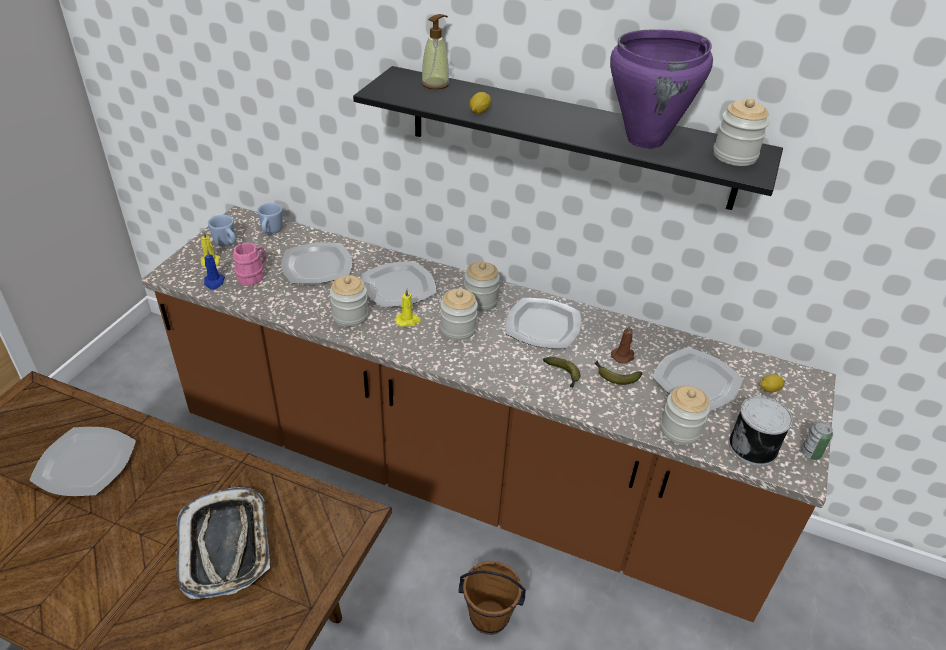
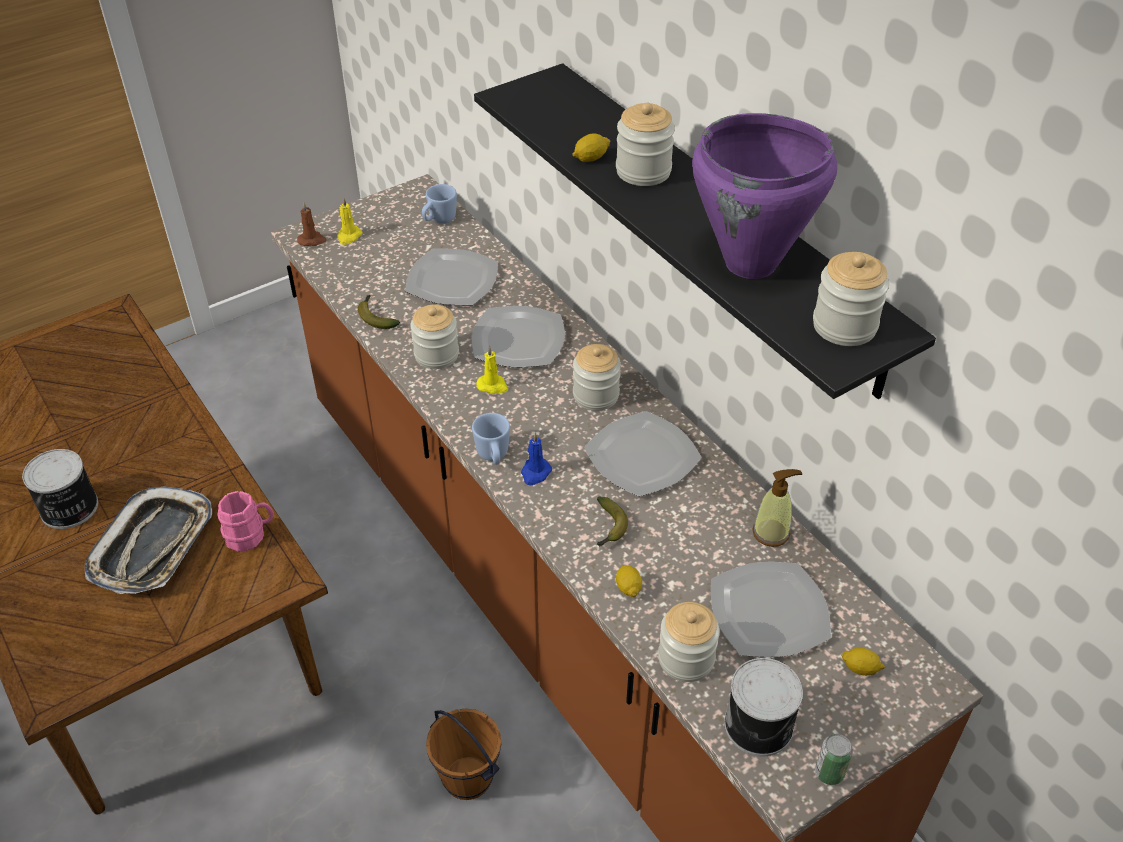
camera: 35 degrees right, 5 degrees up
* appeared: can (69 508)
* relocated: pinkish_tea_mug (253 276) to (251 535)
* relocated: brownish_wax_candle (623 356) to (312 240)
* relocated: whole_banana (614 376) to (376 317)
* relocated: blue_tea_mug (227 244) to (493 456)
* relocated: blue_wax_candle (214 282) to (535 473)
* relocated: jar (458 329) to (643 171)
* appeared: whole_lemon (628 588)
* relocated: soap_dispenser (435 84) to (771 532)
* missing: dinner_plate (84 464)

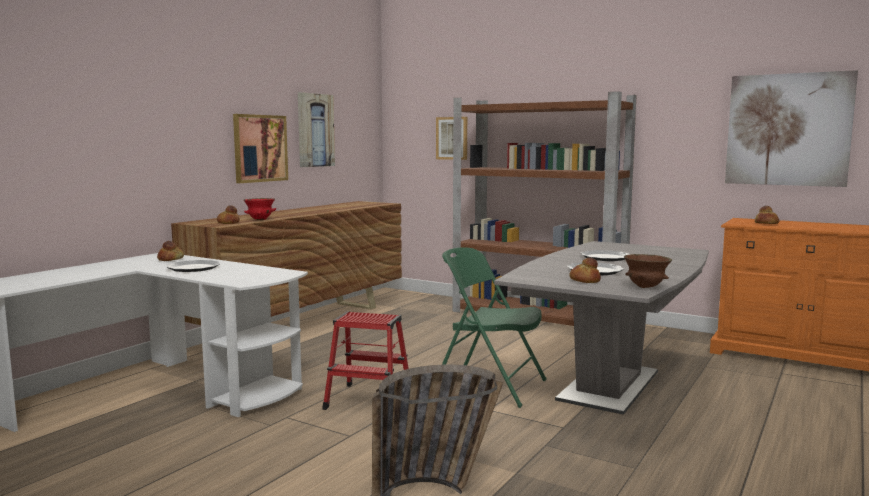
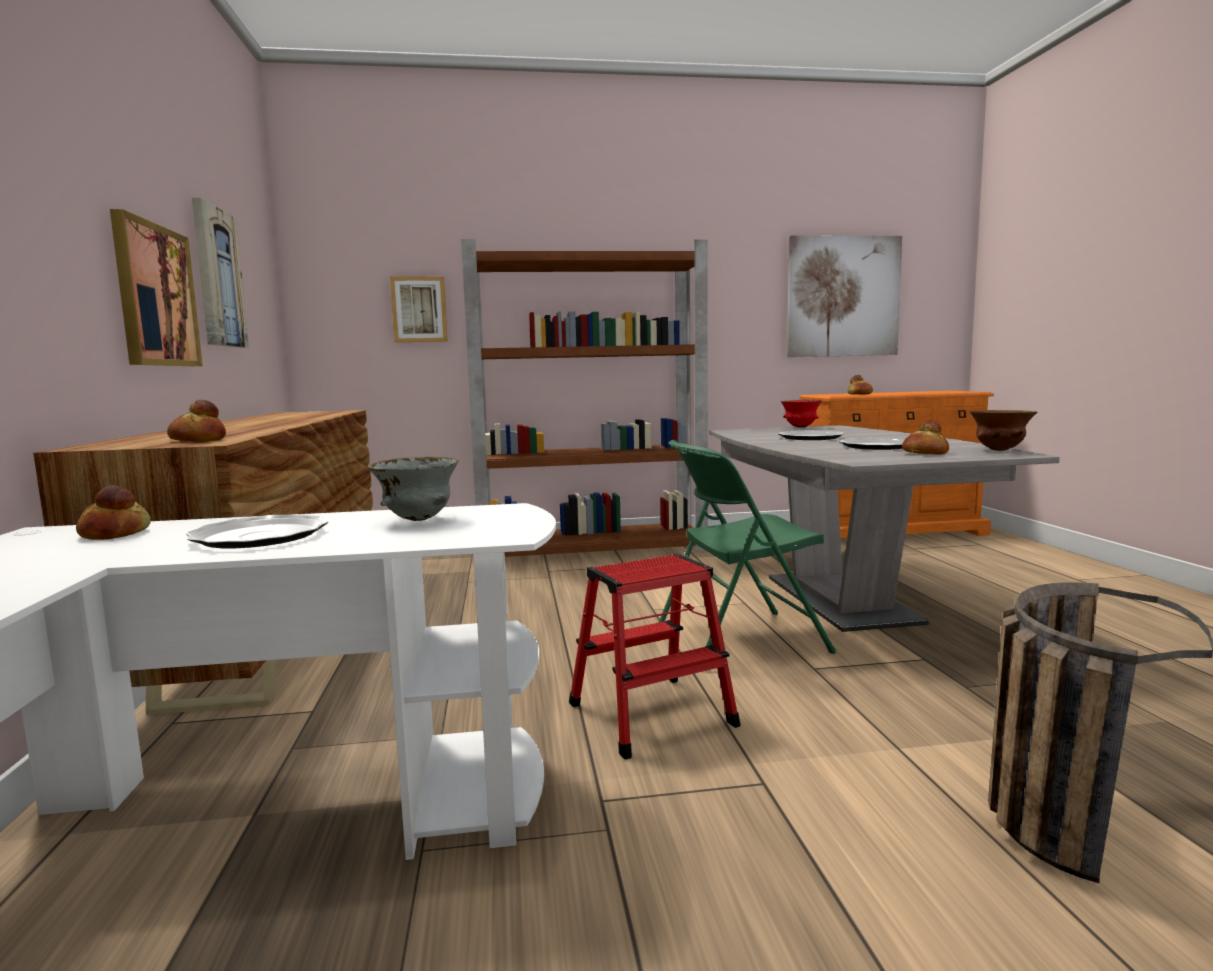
camera: 40 degrees left, 0 degrees up
* appeared: grey_serving_bowl (417 520)
* relocated: reddish_serving_bowl (260 220) to (800 427)

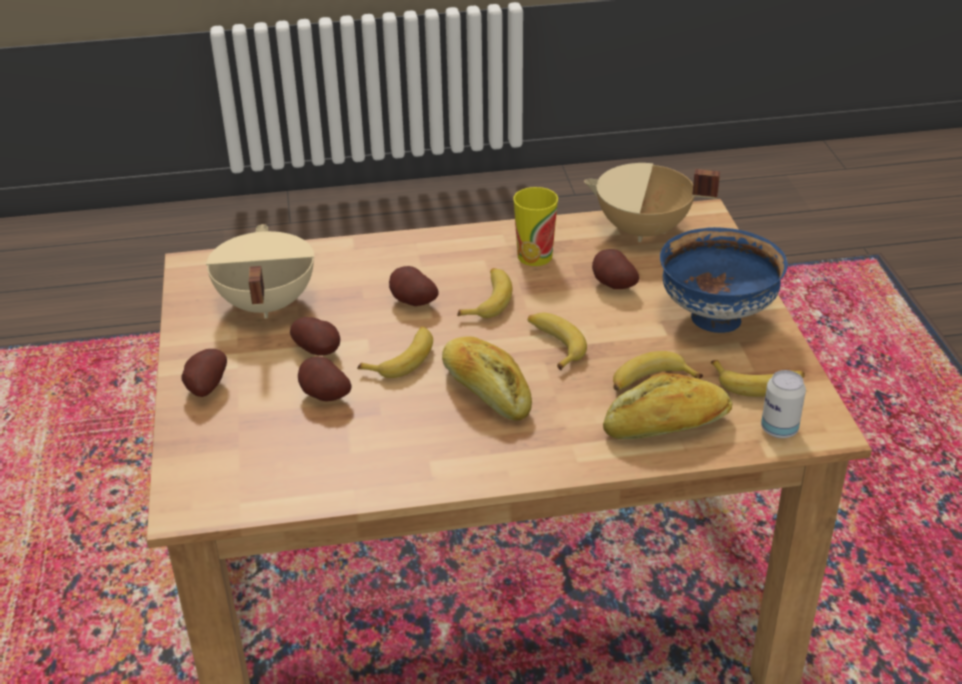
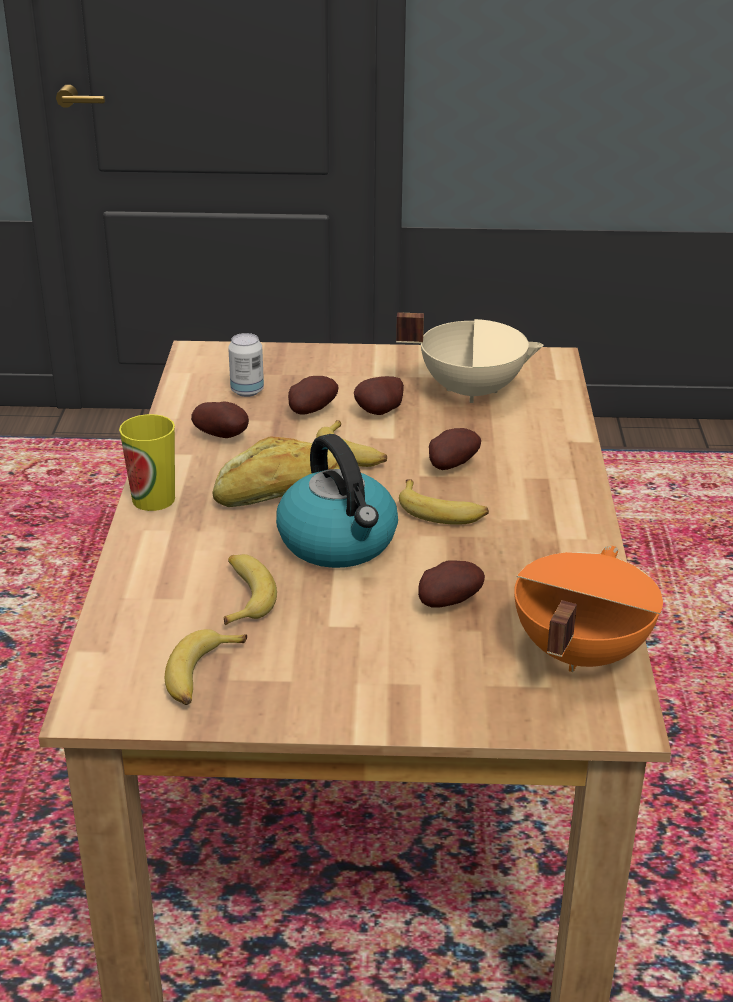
camera: 100 degrees right, 5 degrees down
* relocated: cup (535 256) to (153 499)
* relocated: potato (205 388) to (223 436)
* relocated: can (779 429) to (247 391)
* exchanged: whole_banana (554 345) to water_kettle (339 542)
* colour: beige-coloured_saucepot (643 231) to orangey_saucepot (577 652)
* missing: baked_bread (667 426)
* missing: blue_serving_bowl (715 318)

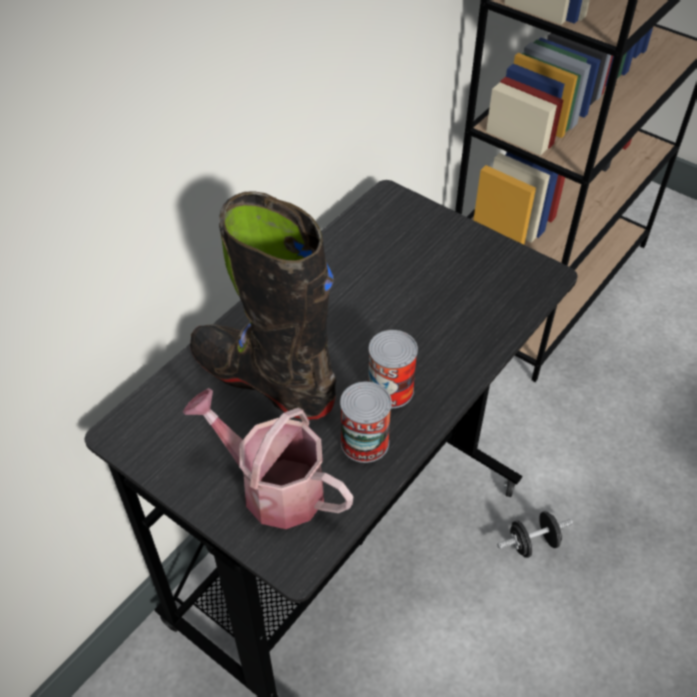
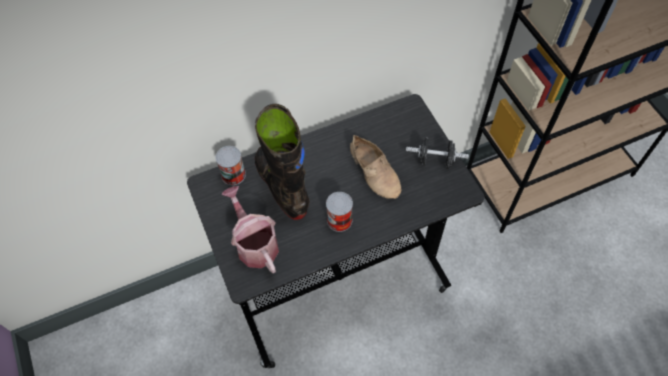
camera: 30 degrees right, 10 degrees up
* relocated: can (364 442) to (233 174)
* appeared: beige-coloured_item_of_footwear (375 171)
* relocated: blackish_dumbbell (532 543) to (435 160)

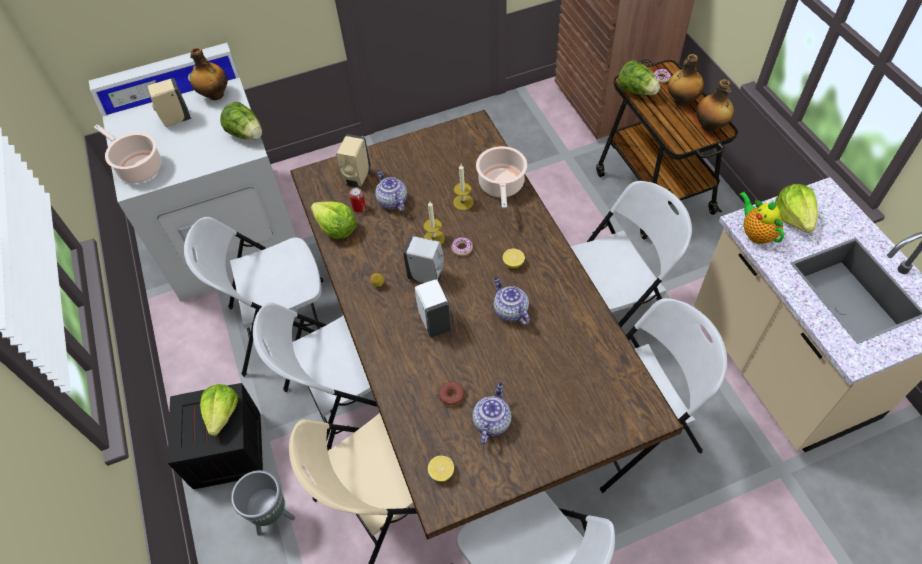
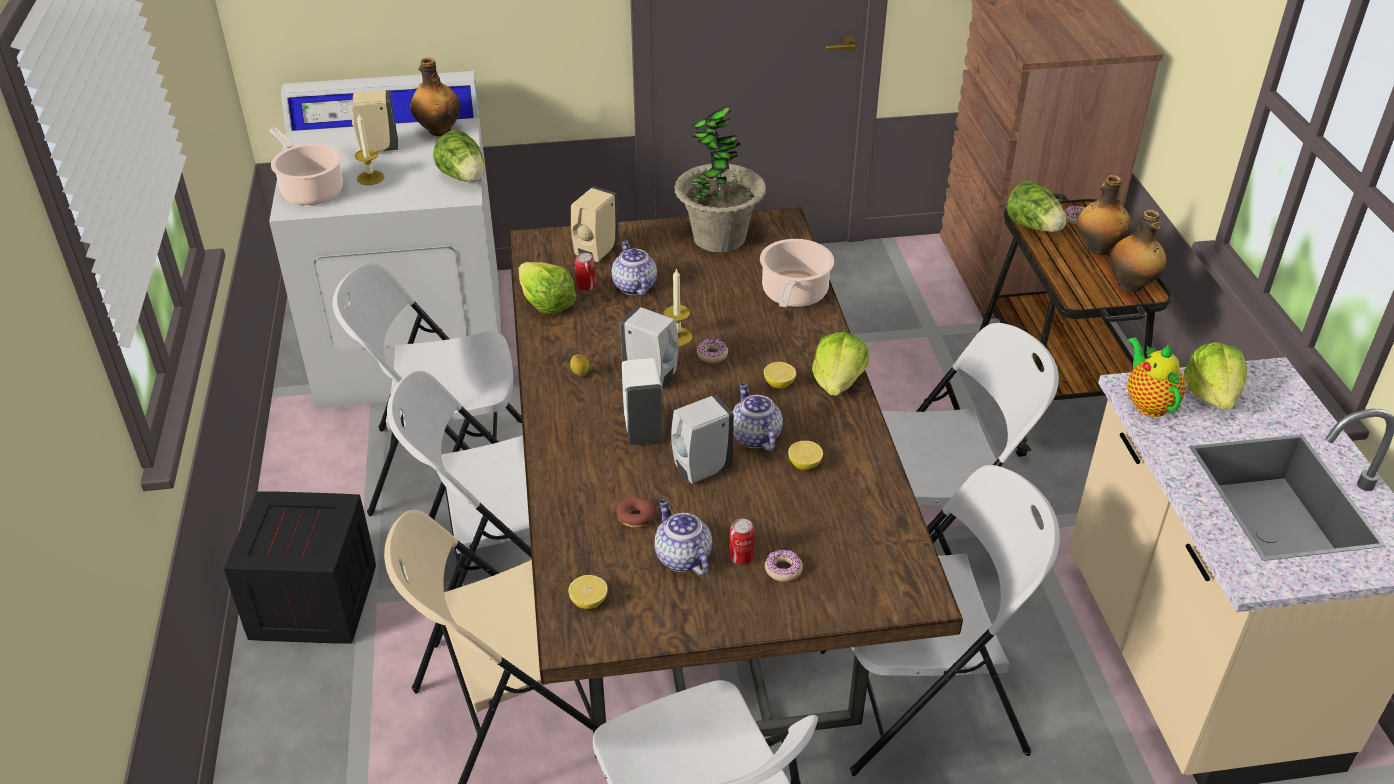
camera: 10 degrees right, 15 degrees down
* relocated: wax_candle (463 202) to (370 178)
* spun: tea_pot (491 421) = (682 557) 60 degrees counterclockwise
* appeared: white_soap_dispenser (700 470)
* appeared: houseplant (719 238)
* appeared: can (741 557)
* appeared: doughnut (783 569)
* appeared: whole_lemon (804 464)
* relocated: lettuce_head (223 413) to (838 381)
* missing: grey_planter (273 516)

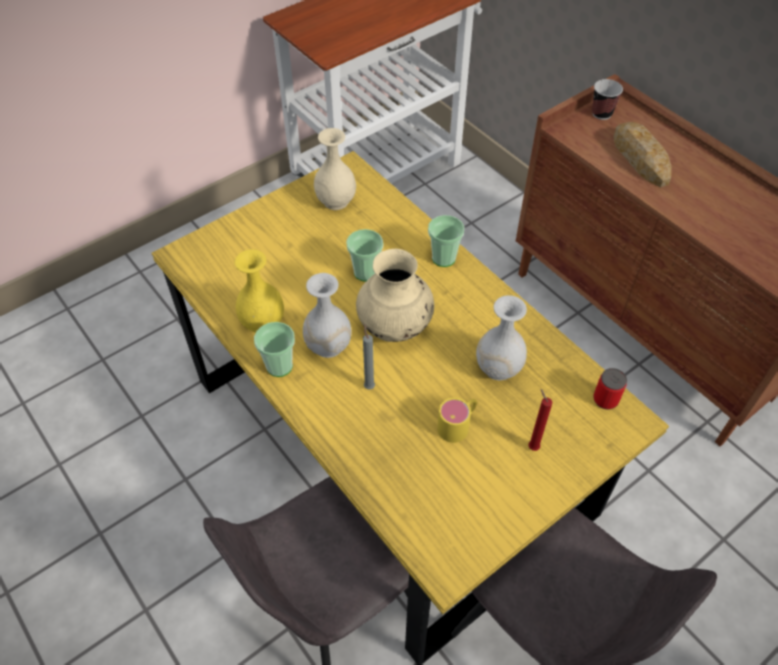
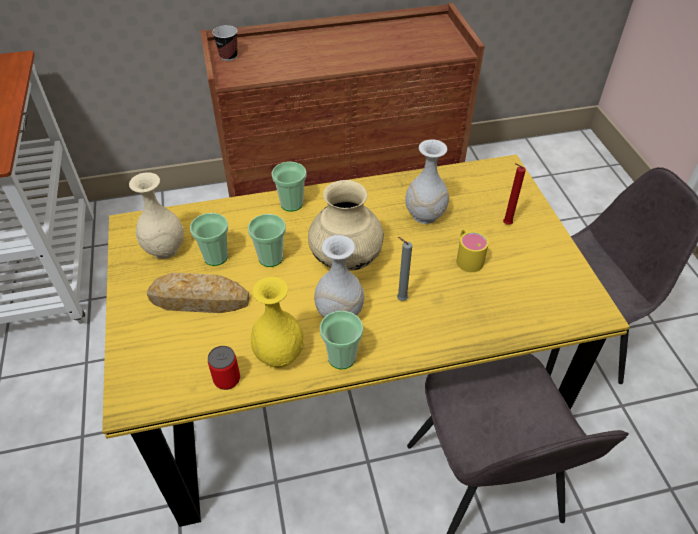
camera: 65 degrees left, 5 degrees down
* relocated: baked_bread (639 158) to (199 299)
* appeared: cup (215 257)
* relocated: can (605 399) to (227 379)

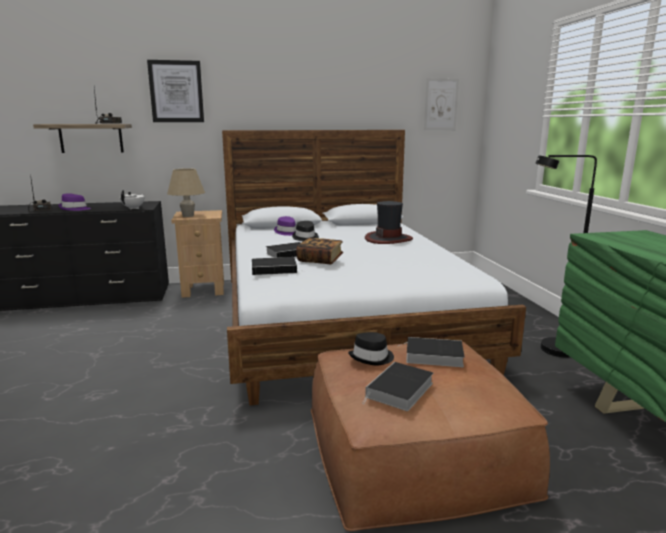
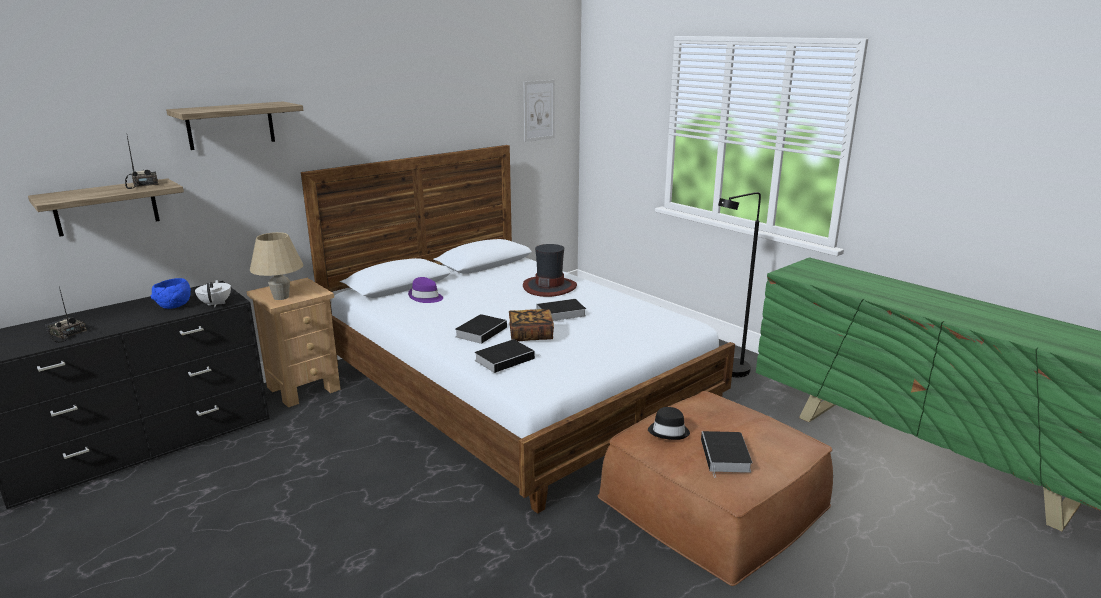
camera: 30 degrees left, 5 degrees up
* appeared: blue_serving_bowl (175 306)
* exchanged: wall_art (176 91) to shelf (230 125)
* relocated: volume (432 356) to (559 313)
* missing: purple_clothing_hat (74 209)
* missing: blackish_clothing_hat (305 238)

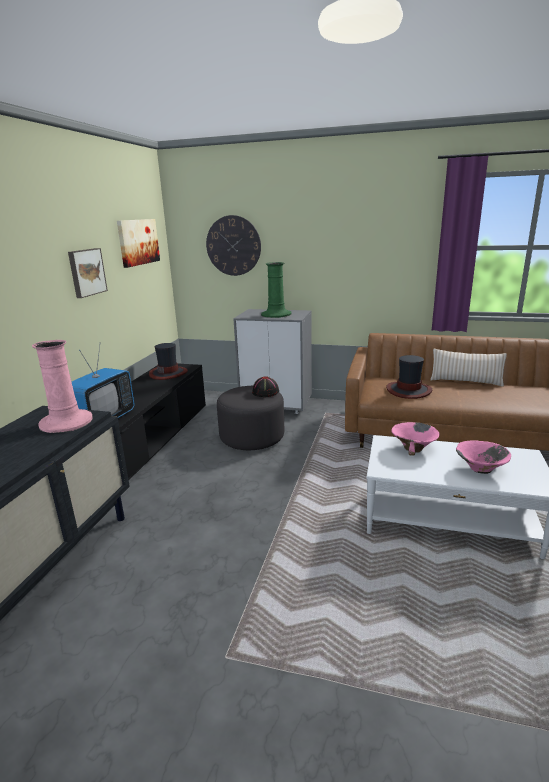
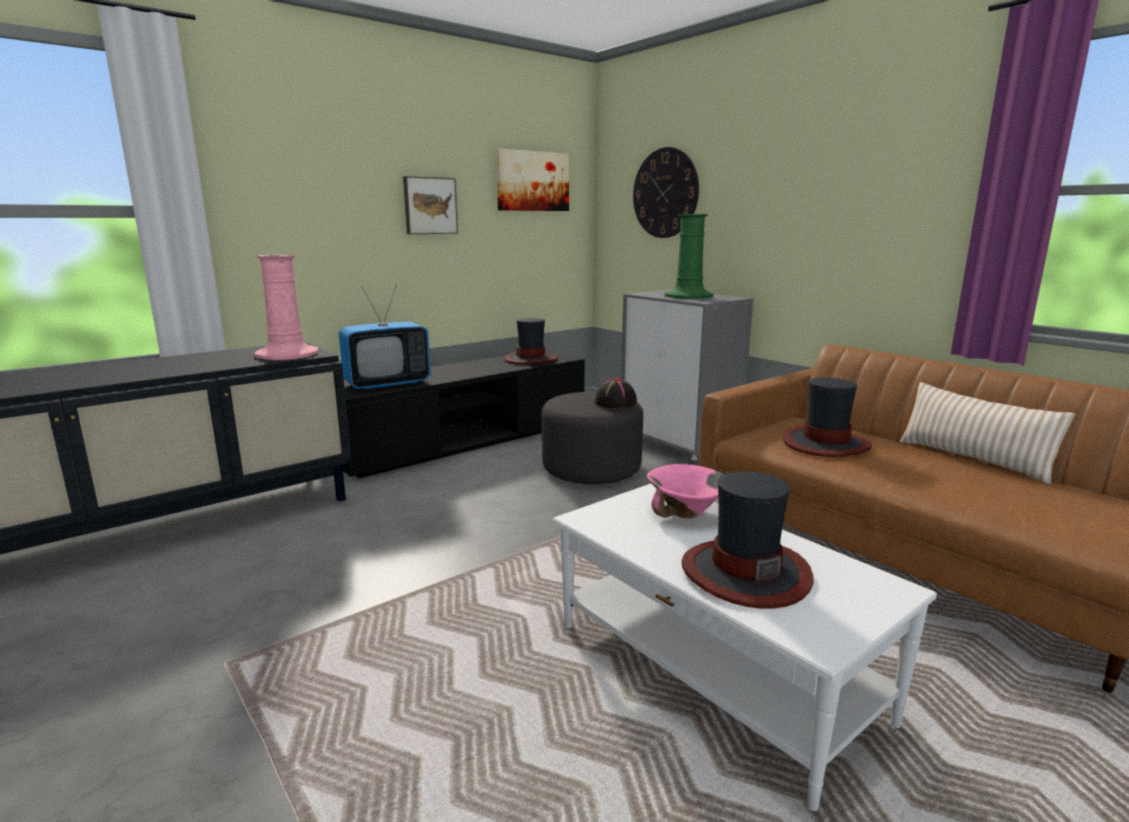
camera: 35 degrees right, 5 degrees down
* exchanged: pinkish_serving_bowl (480 469) to clothing_hat (744 572)

